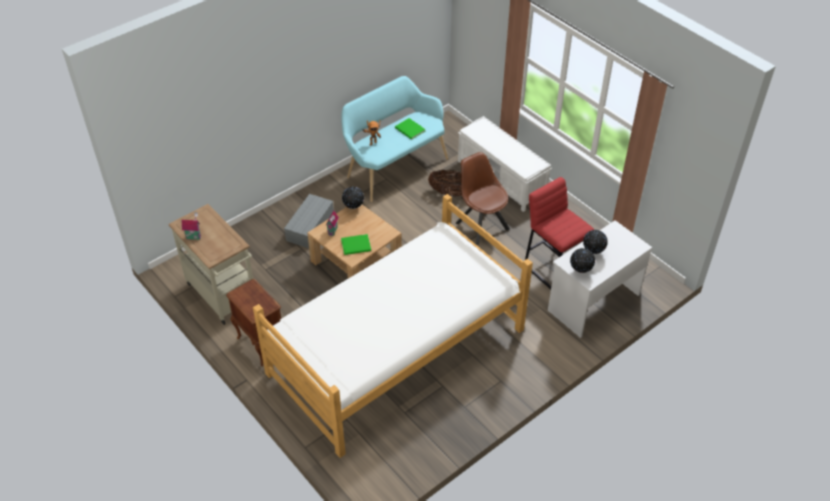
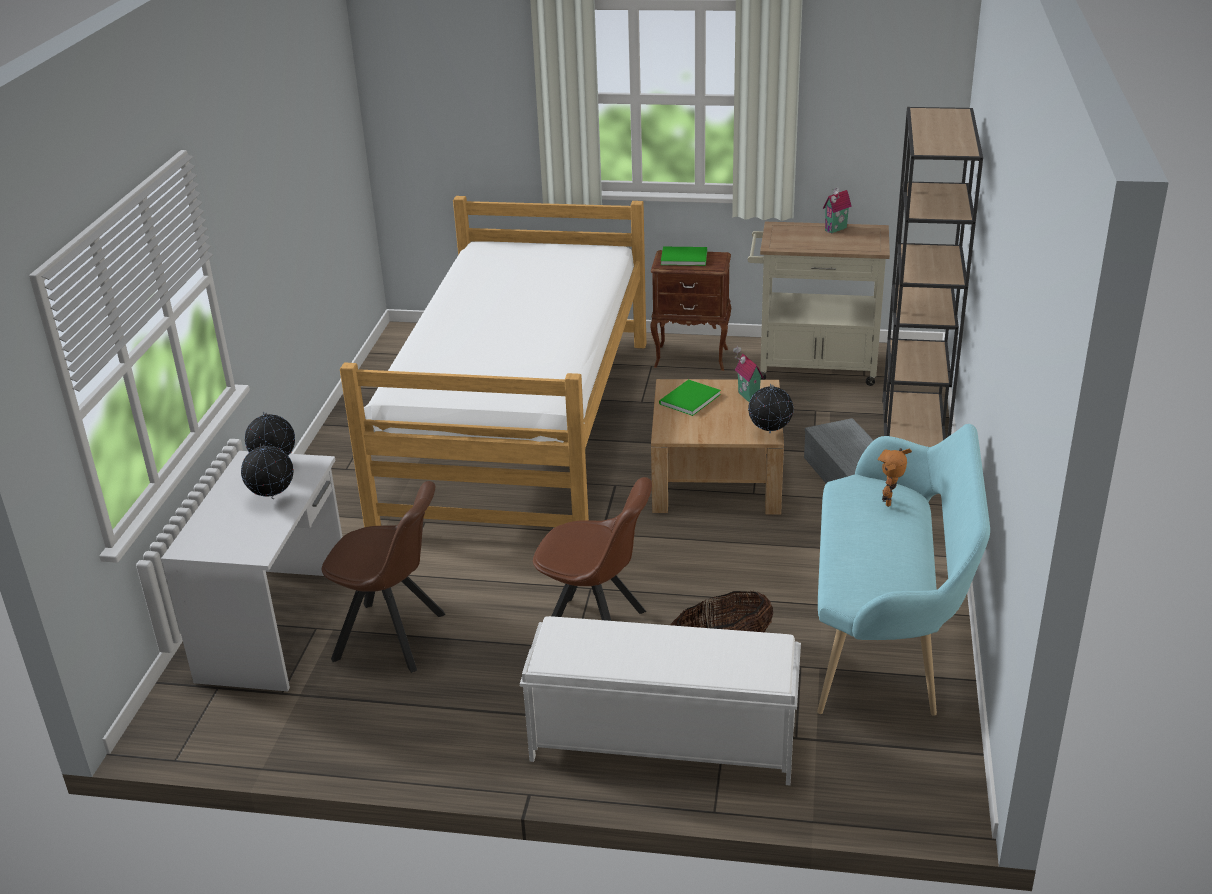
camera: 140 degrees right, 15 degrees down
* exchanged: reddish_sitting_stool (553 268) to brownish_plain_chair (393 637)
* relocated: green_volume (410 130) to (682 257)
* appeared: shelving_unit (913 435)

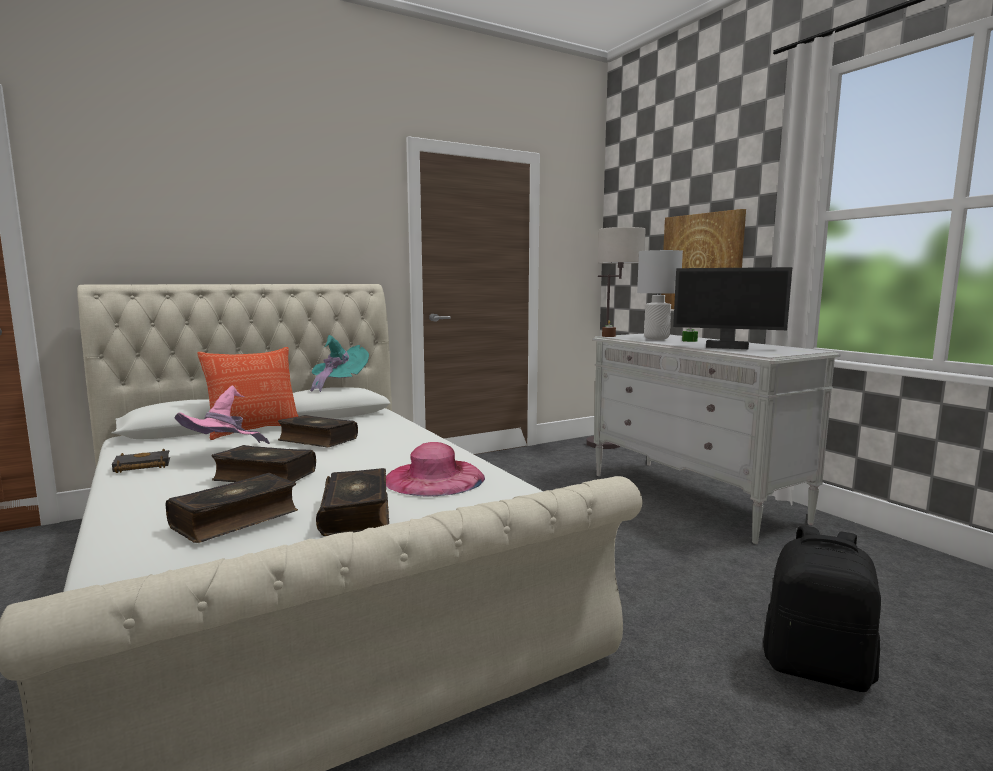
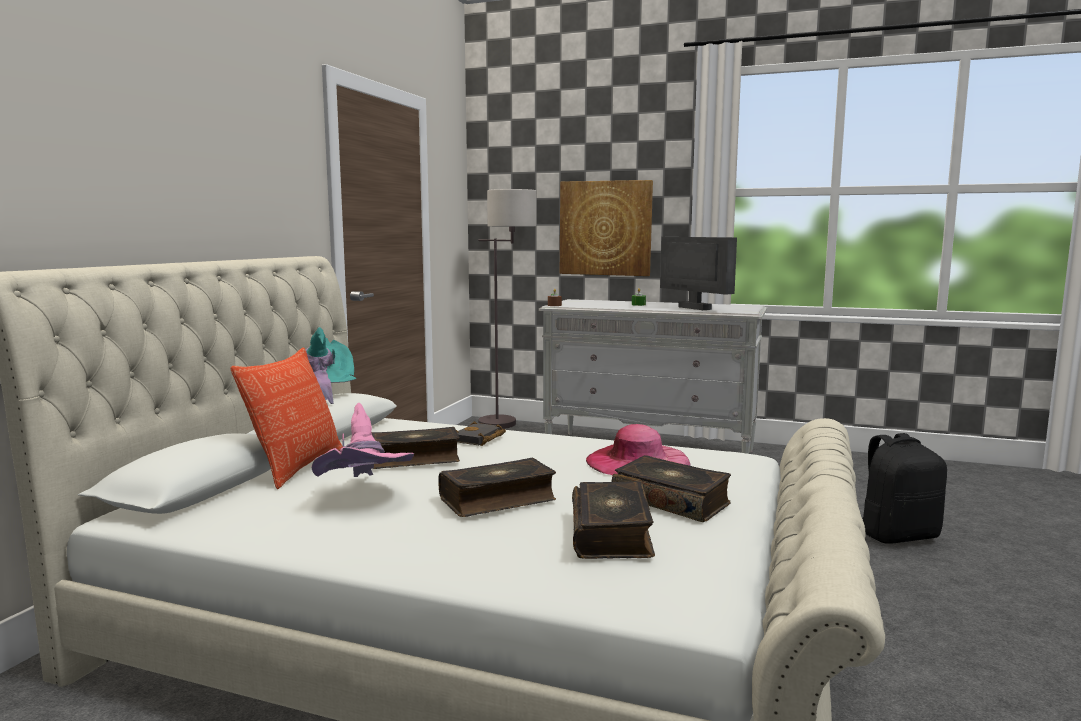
camera: 40 degrees left, 0 degrees up
* relocated: blackish_volume (140 466) to (478 439)
* spun: monitor (727 347) = (693 308) 105 degrees counterclockwise
* missing: grey_tabletop_lamp (656 339)

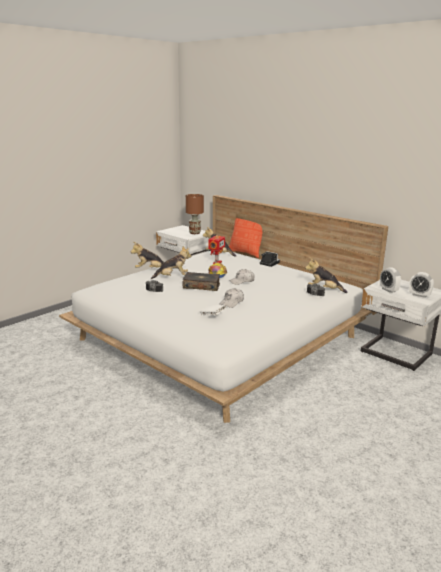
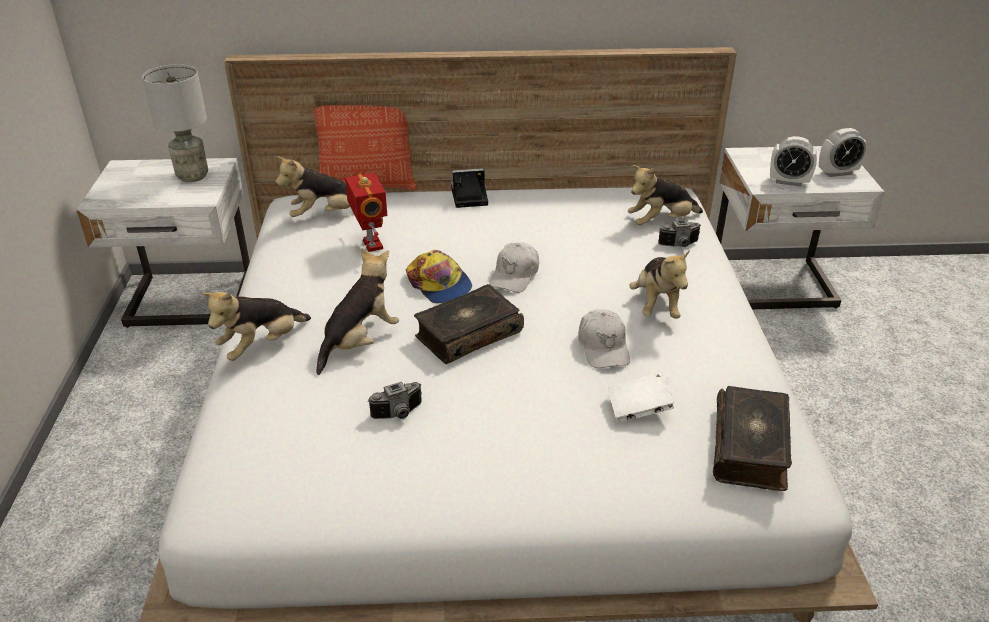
camera: 45 degrees left, 15 degrees up
* colour: brownish_tabletop_lamp (194 233) to grey_tabletop_lamp (193 176)
* appeared: cuddly_toy (656 305)
* appeared: volume (750 448)

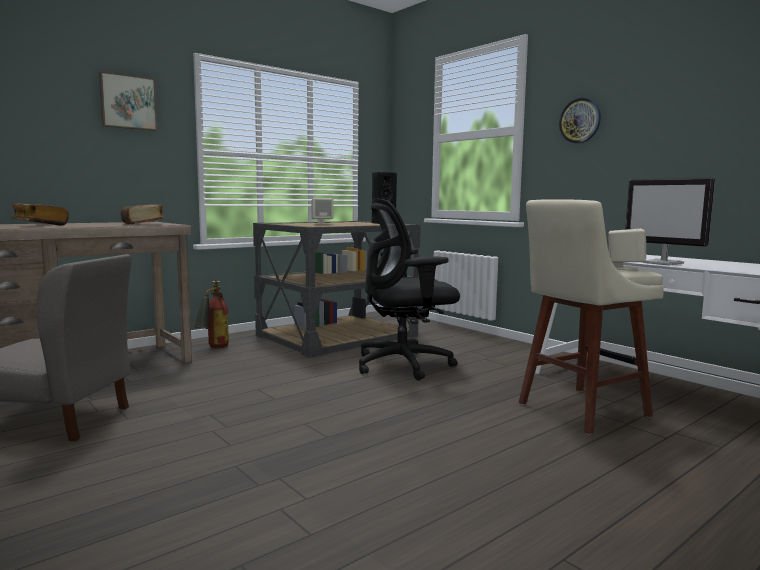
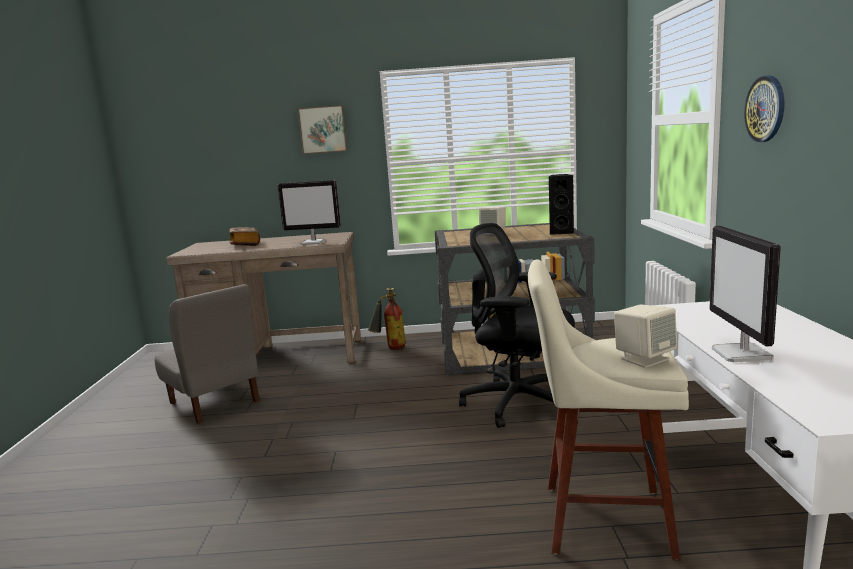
camera: 40 degrees right, 5 degrees up
* exchanged: volume (143 224) to monitor (314 242)

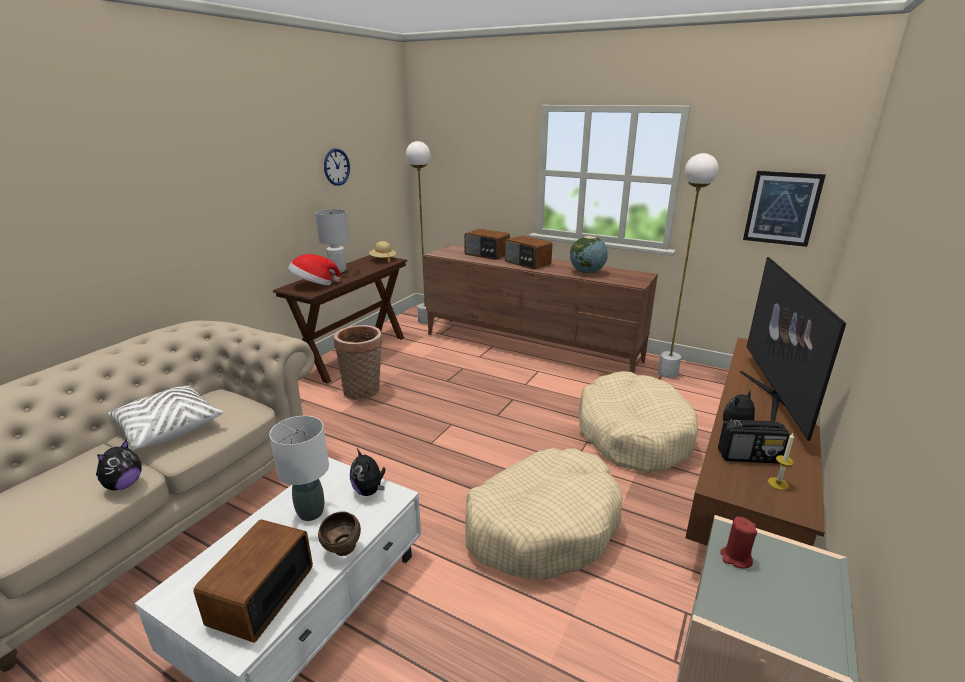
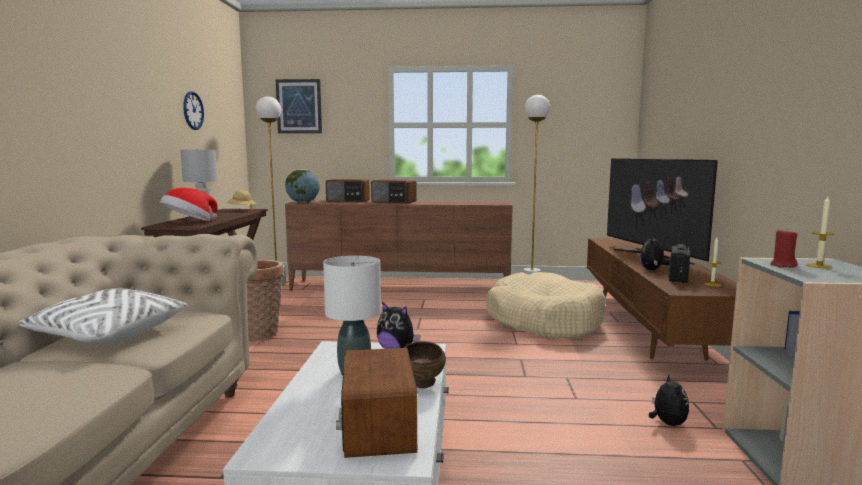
camera: 25 degrees left, 15 degrees down
* relocated: wall_art (782 208) to (299 106)
* relocated: desk_globe (587 272) to (303 202)
* relocated: cuddly_toy (123 485) to (667 423)
* spun: radio (749 456) = (678 278) 135 degrees clockwise
* appeared: wax_candle (819 266)
* missing: beige-coloured_dog_cushion (542 525)

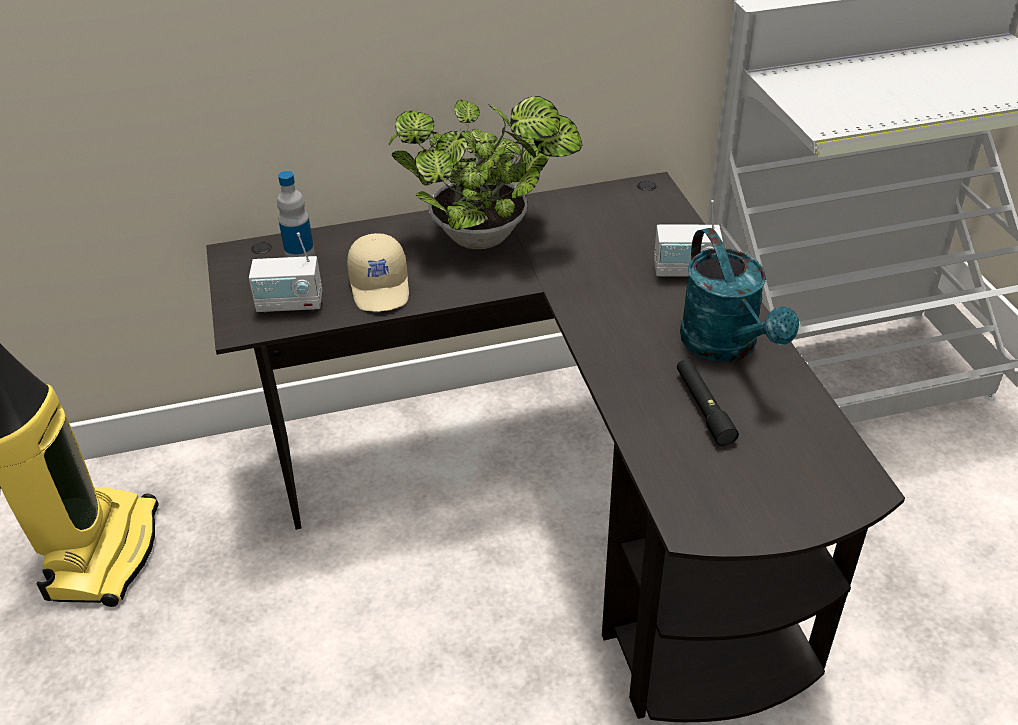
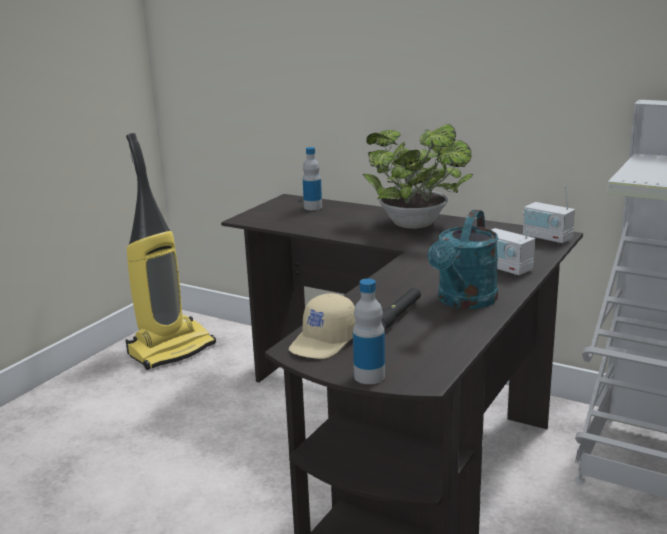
camera: 45 degrees right, 20 degrees down
* relocated: beige-coloured_peaked_cap (381 287) to (324 342)
* appeared: drink_bottle (369 376)
* relocated: radio (290 304) to (547 238)

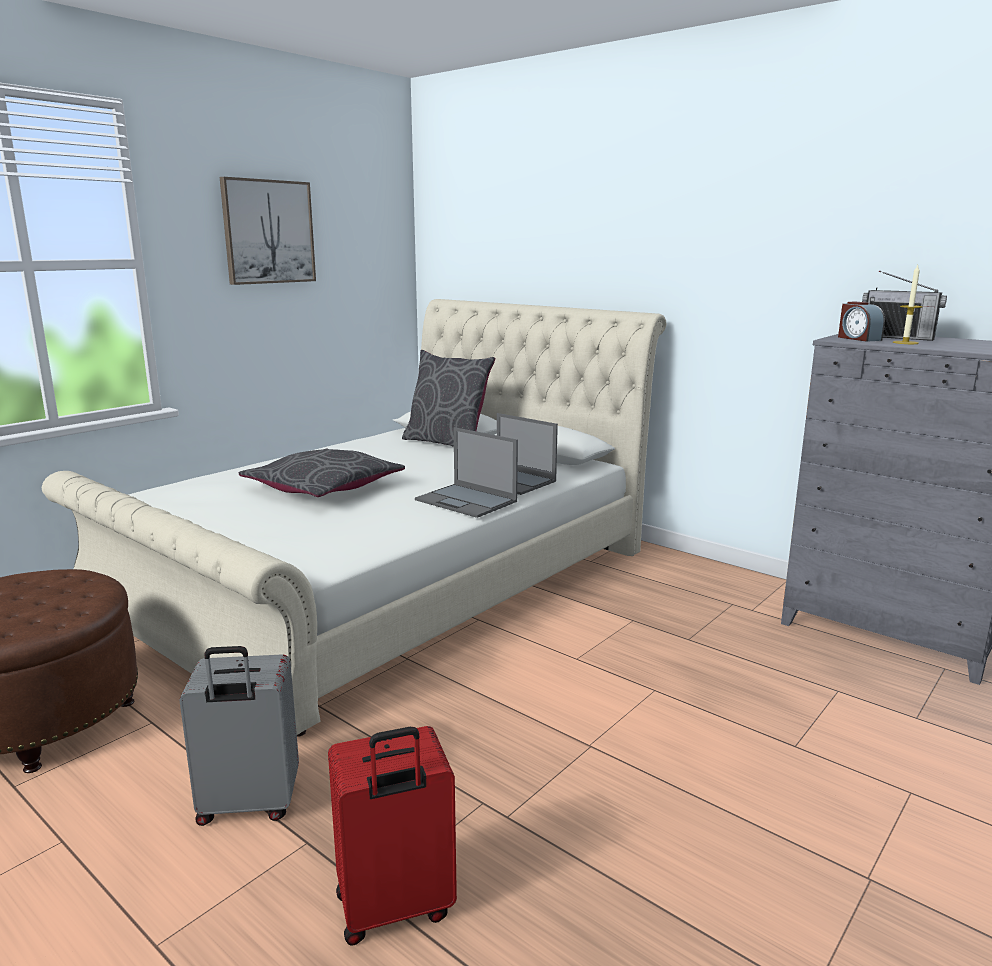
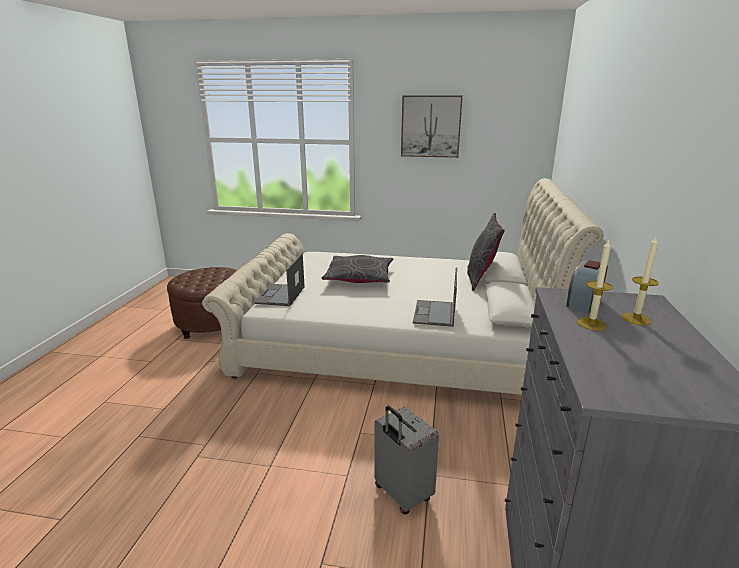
camera: 60 degrees right, 5 degrees up
* relocated: notebook_computer (467 501) to (280 295)
* relocated: grey_suitcase (248 805) to (401 494)
* exchanged: radio (898 337) to wax_candle (636 319)
* missing: reddish_suitcase (395 908)

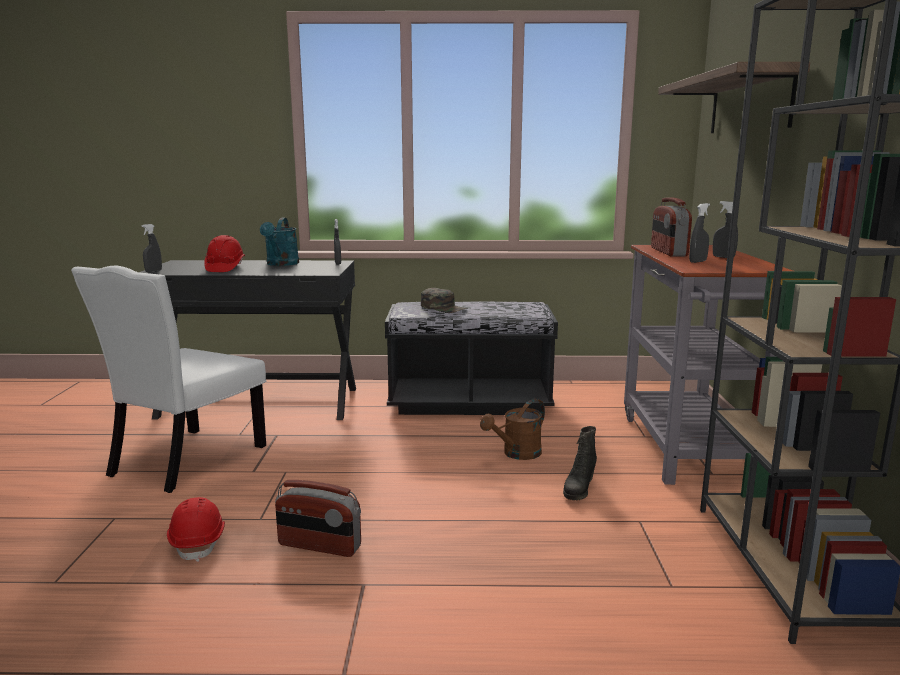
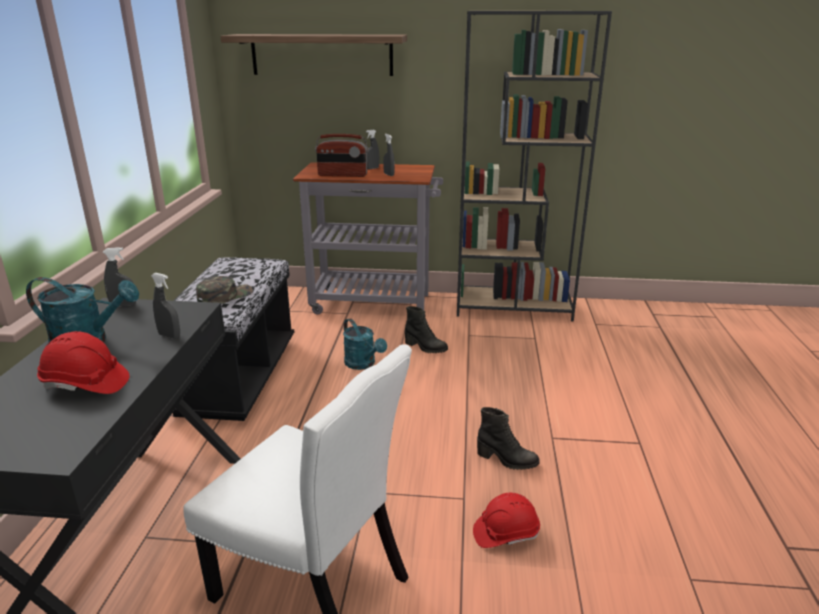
camera: 85 degrees left, 10 degrees up
* relocated: grey_sprayer (153 271) to (169 336)
* colour: brownish_watering_can (517 454) to turquoise-coloured_watering_can (363 364)
* exchanged: radio (319 546) to blackish_tall_boot (506 460)

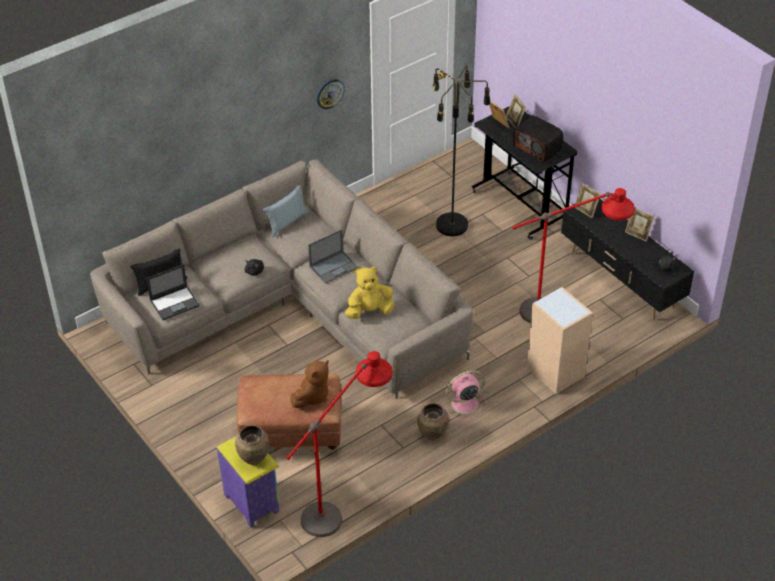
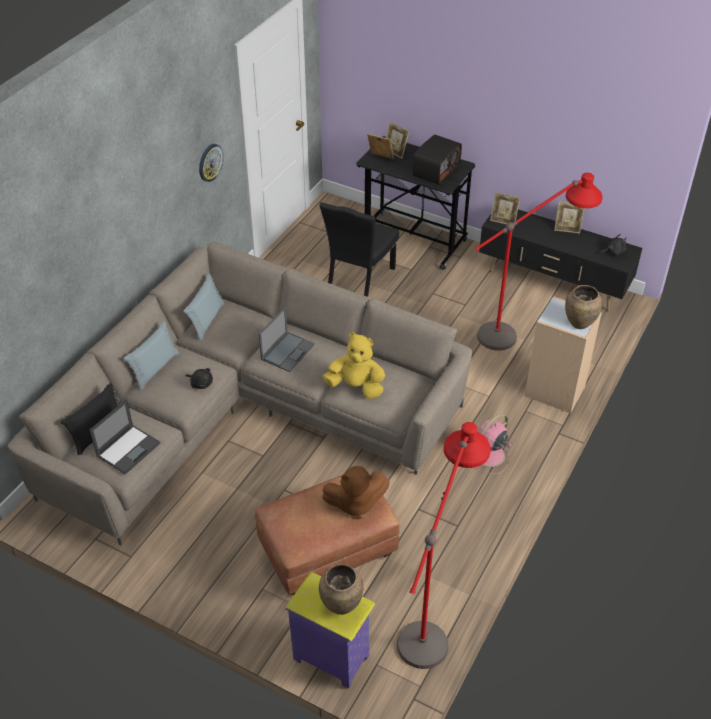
camera: 25 degrees left, 0 degrees up
* appeared: blue_throw_pillow (155 369)
* exchanged: standard_lamp (452 225) to blackish_plain_chair (359 278)
* spun: yellow_cuddly_toy (369 311) = (356 387) 60 degrees clockwise
* spun: brownish_cuddly_toy (312 396) = (355 503) 75 degrees clockwise
* spun: radio (537 149) = (435 171) 75 degrees counterclockwise
* relocated: brownish_decorative_vase (432 434) to (579 323)

